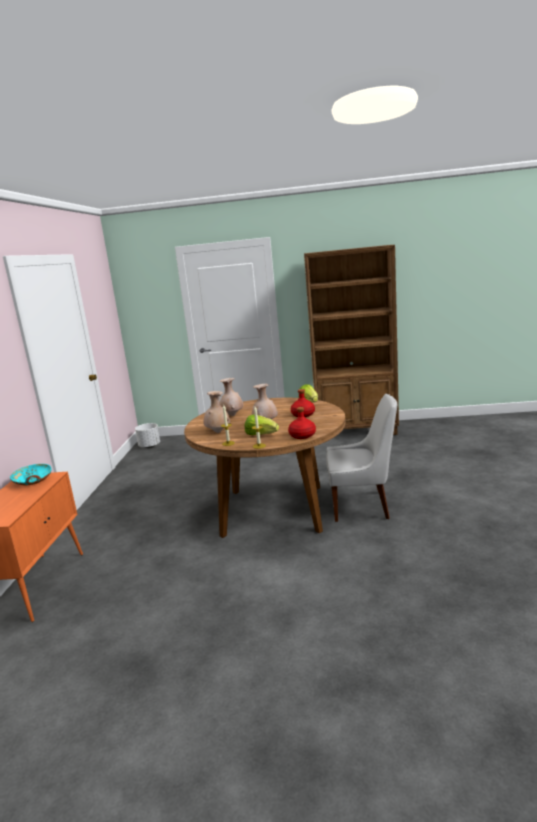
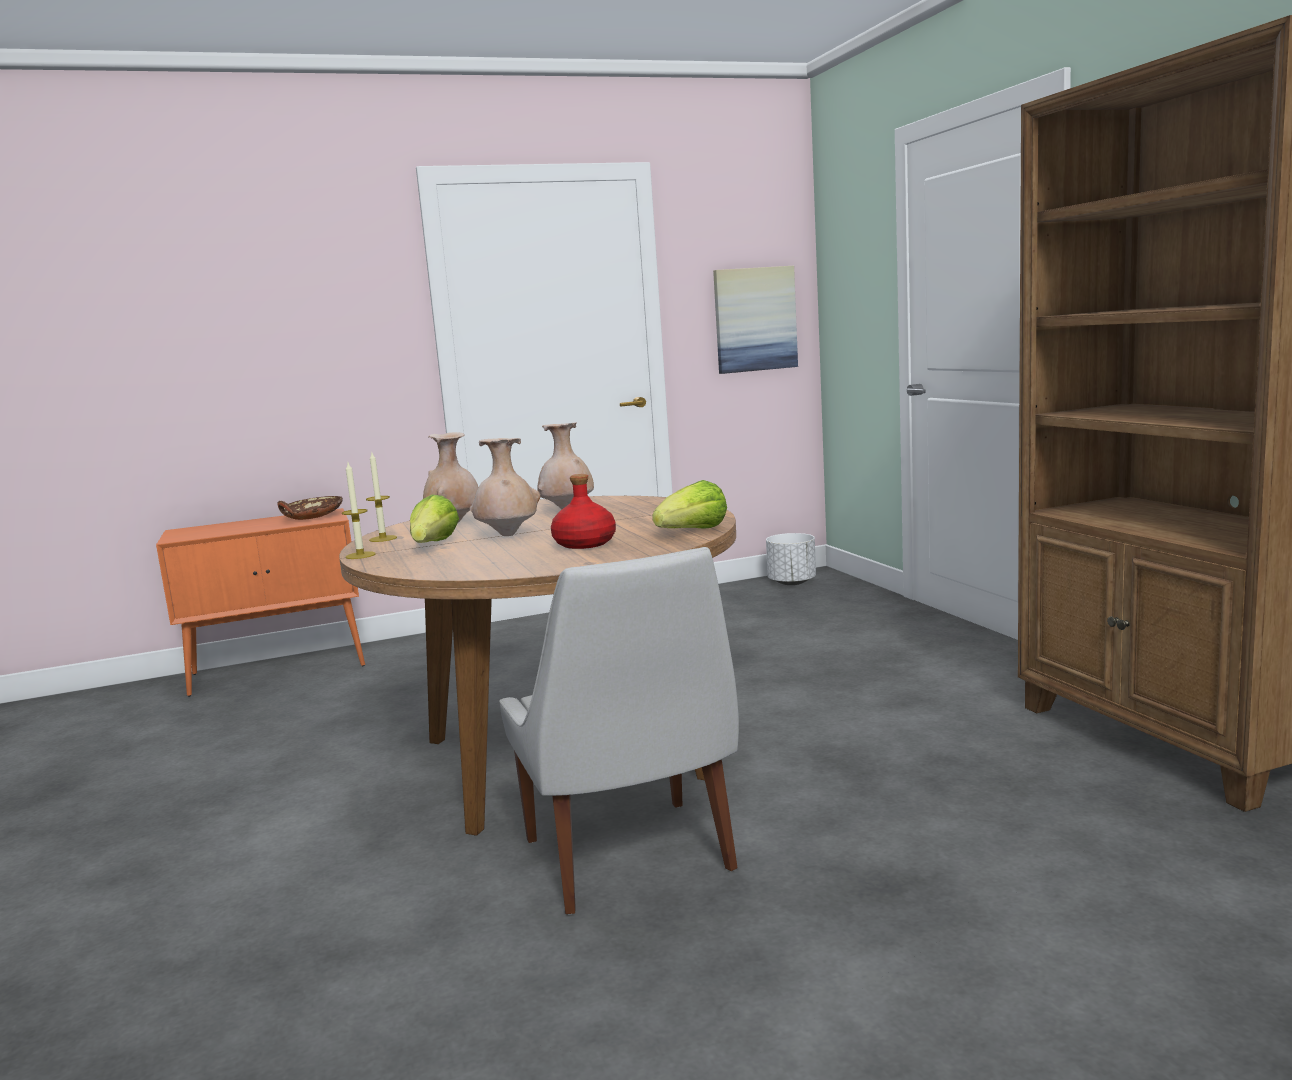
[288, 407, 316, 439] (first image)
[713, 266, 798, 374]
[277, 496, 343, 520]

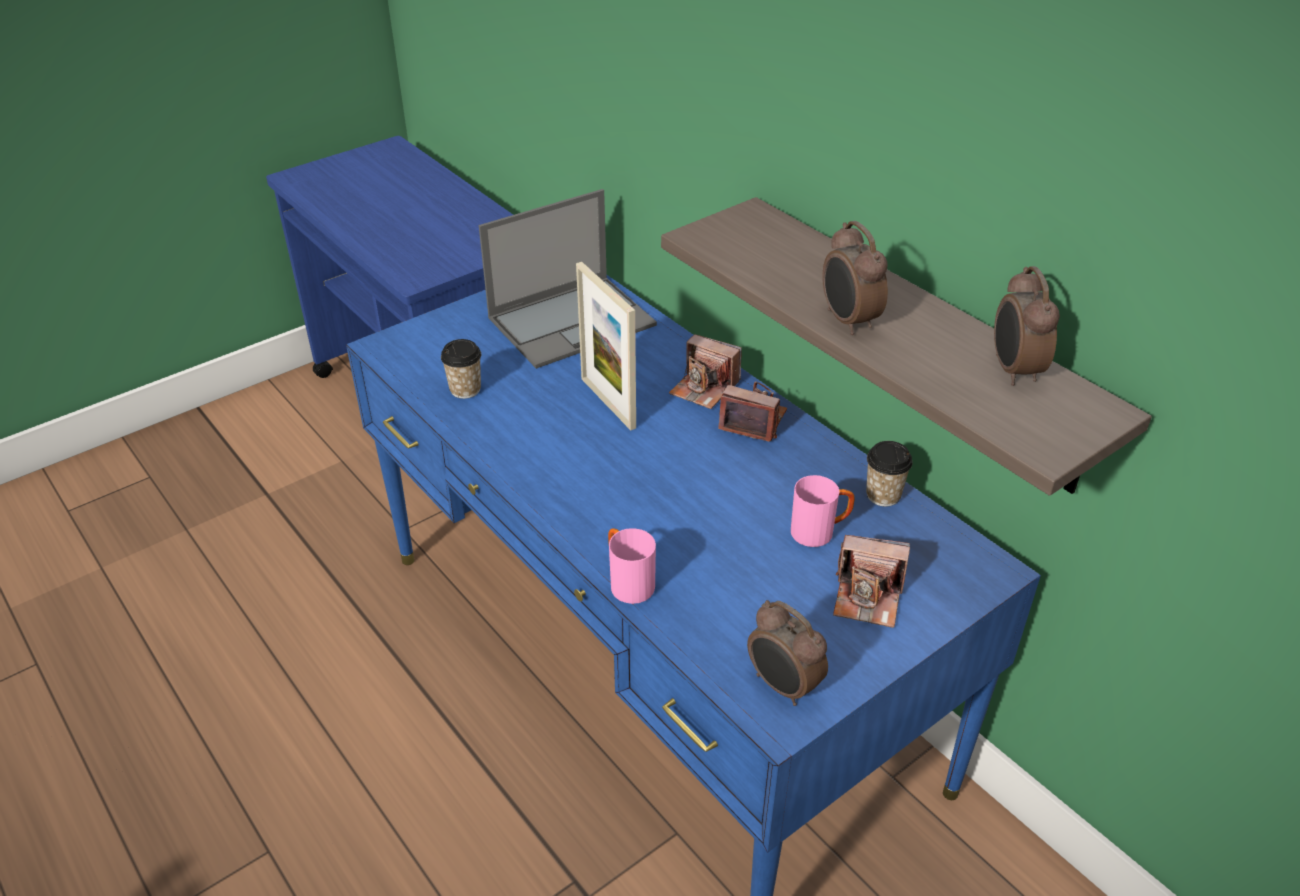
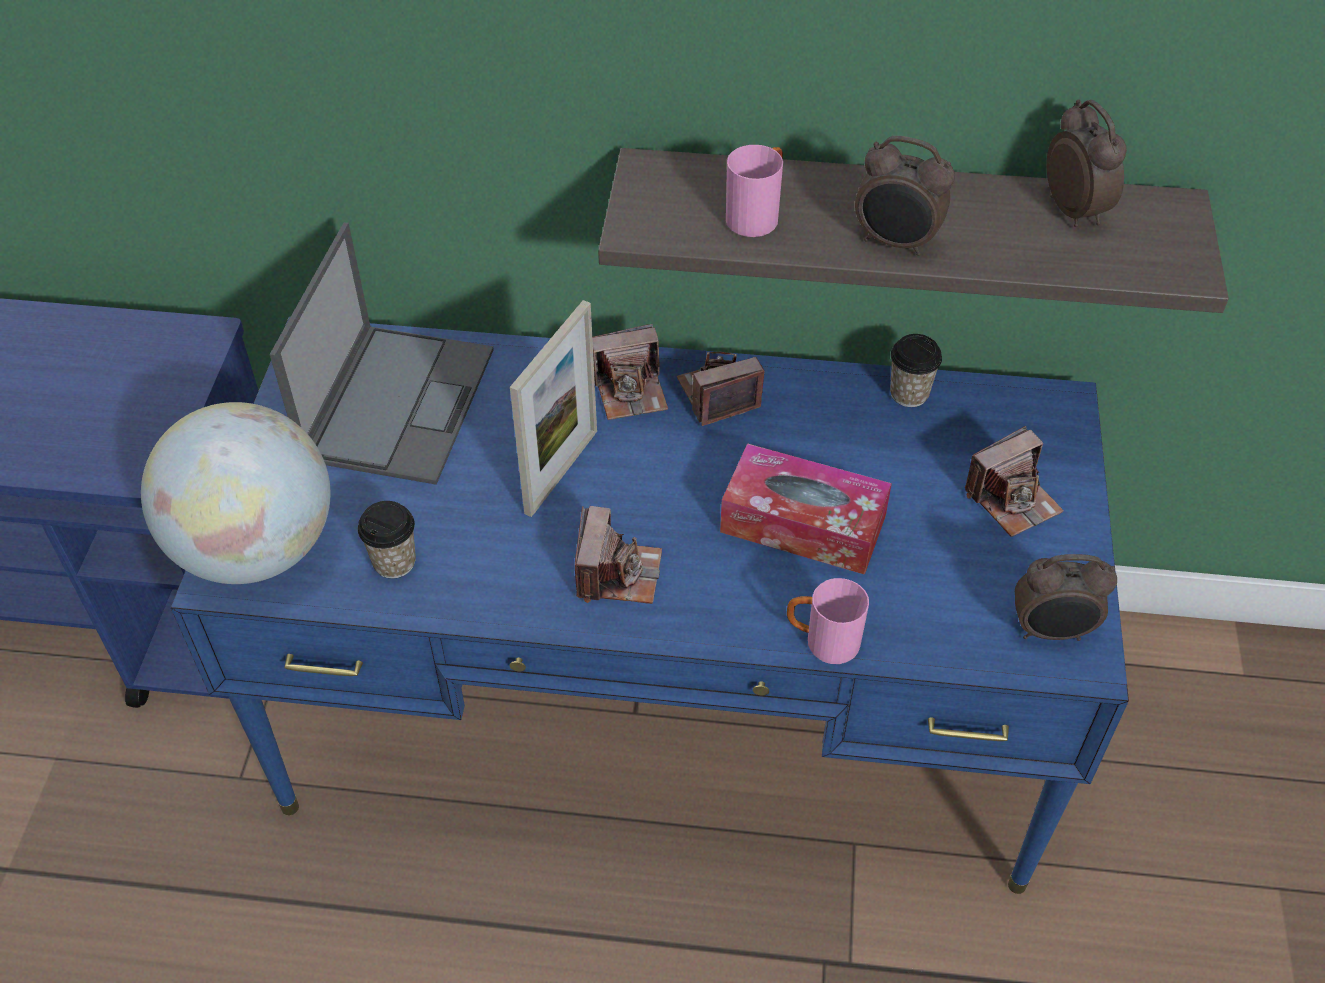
[141, 402, 331, 584]
[575, 506, 662, 604]
[720, 443, 892, 575]
[726, 145, 783, 237]
[510, 300, 597, 517]
[1046, 100, 1127, 227]

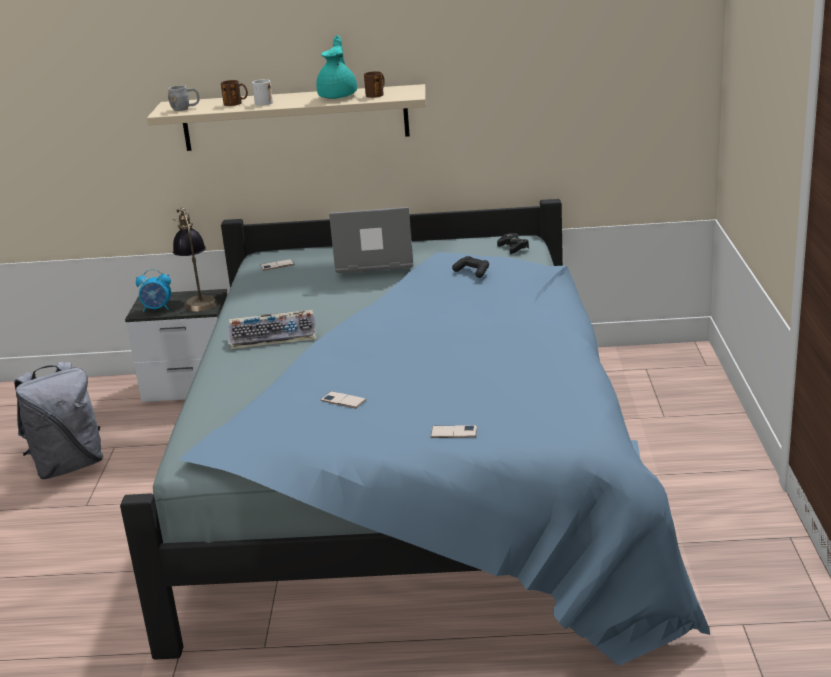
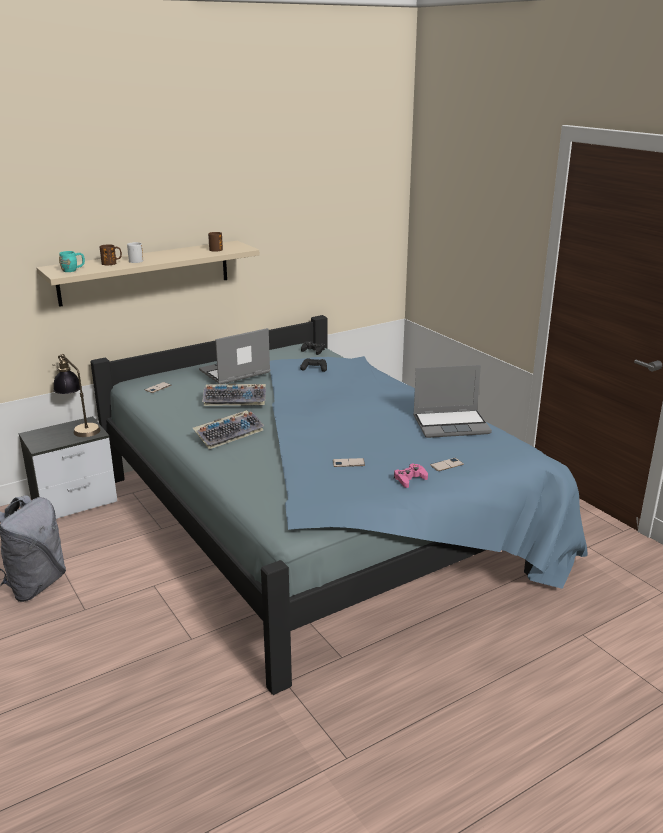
[136, 269, 171, 313] (first image)
[316, 35, 357, 99] (first image)
[202, 384, 266, 406]
[394, 463, 428, 488]
[413, 365, 492, 438]
[59, 251, 85, 272]

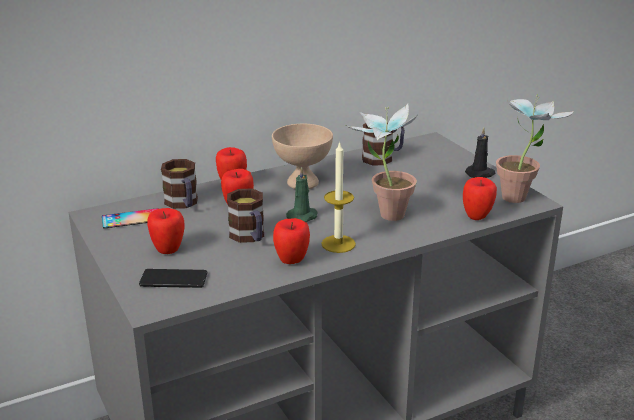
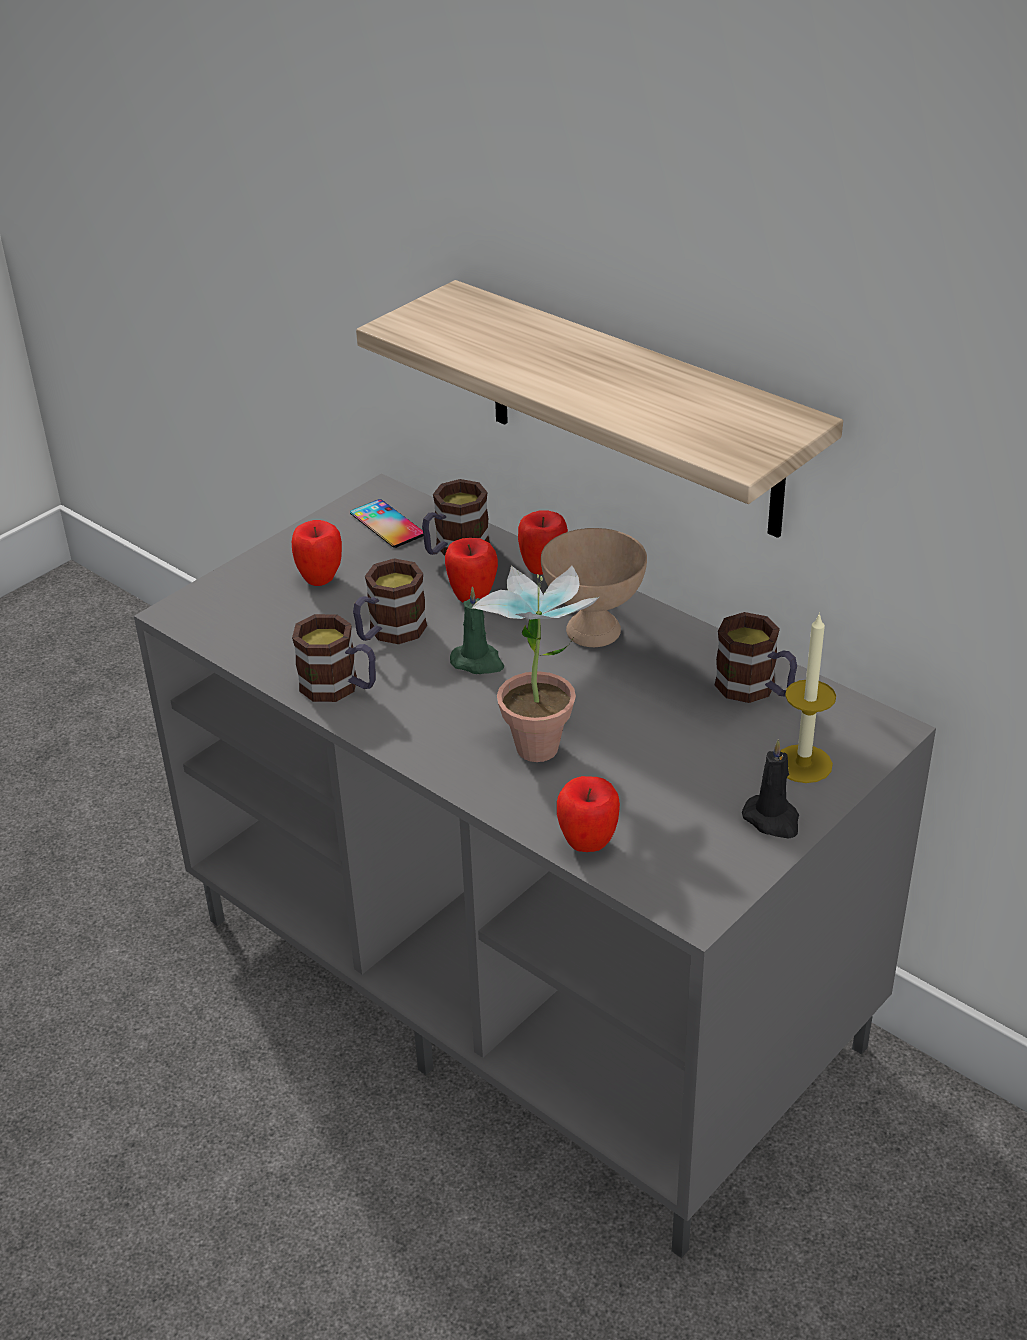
[139, 269, 207, 288] (first image)
[496, 94, 574, 203] (first image)
[356, 280, 843, 538]
[781, 612, 836, 783]
[292, 614, 376, 702]

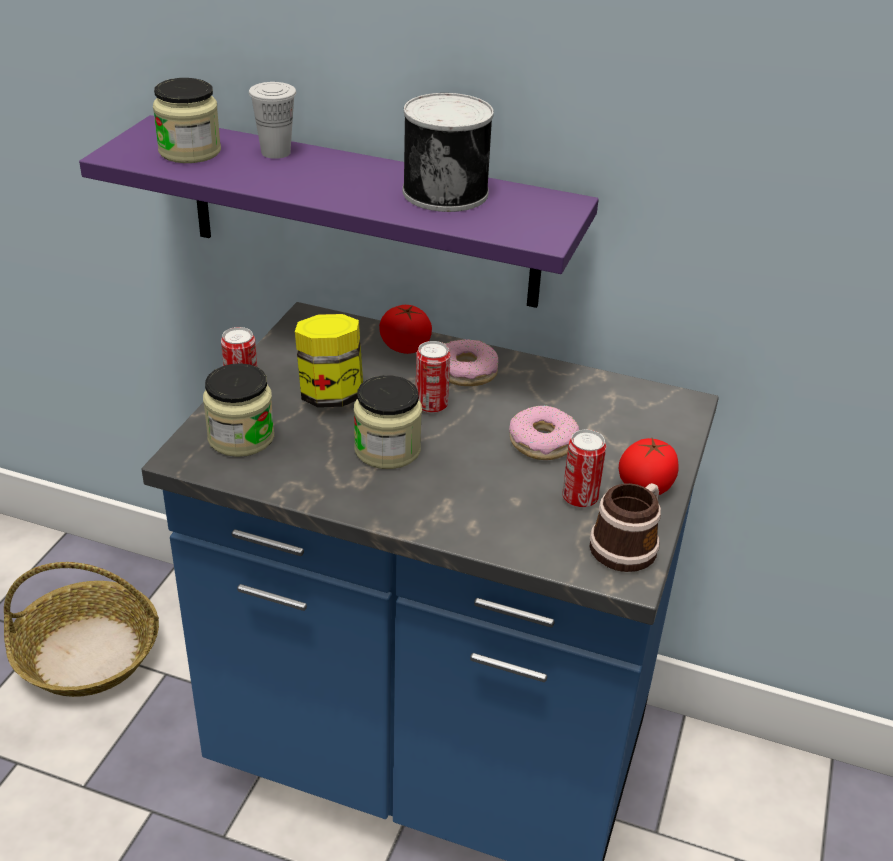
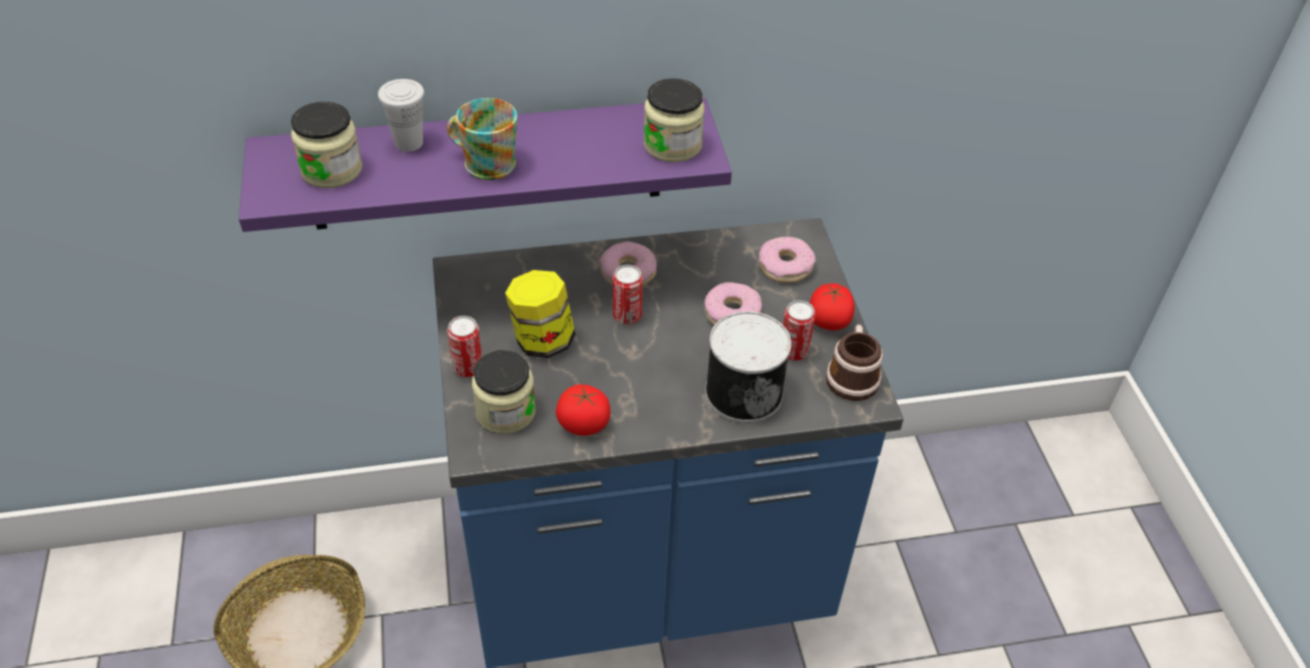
[447, 98, 517, 180]
[759, 237, 816, 283]
[644, 78, 705, 162]
[556, 384, 610, 436]
[705, 311, 791, 424]

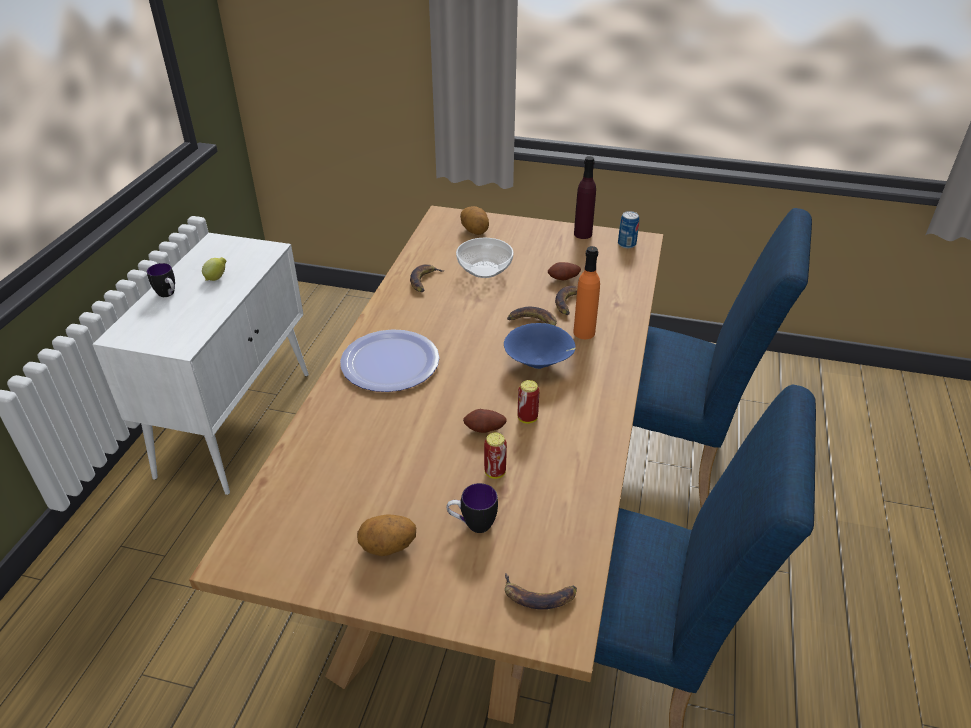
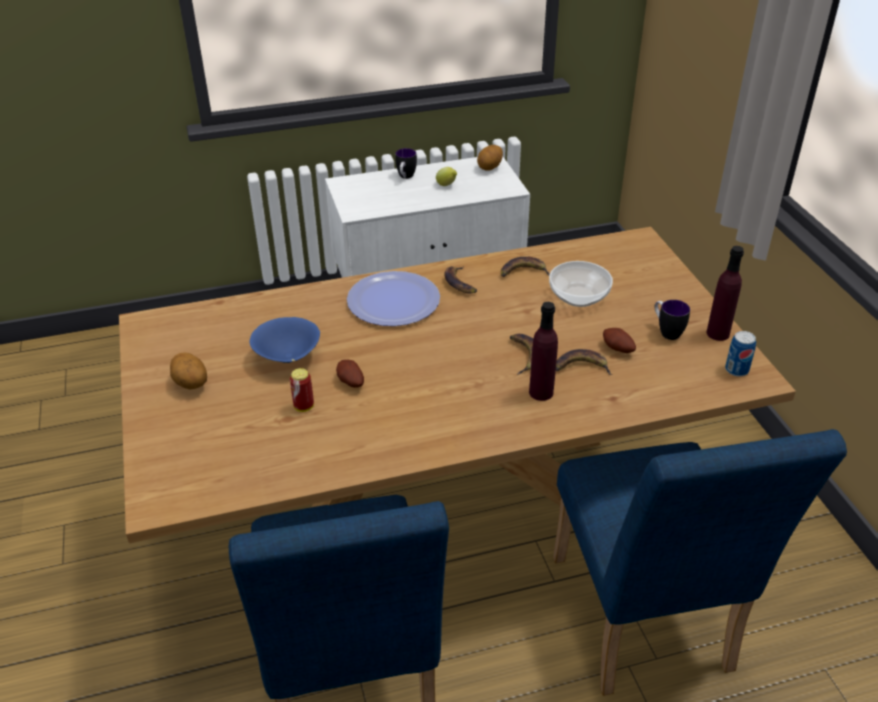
[518, 380, 540, 424] (first image)
[654, 300, 690, 340]
[477, 145, 503, 171]
[249, 317, 320, 363]
[445, 266, 477, 294]
[529, 302, 558, 401]

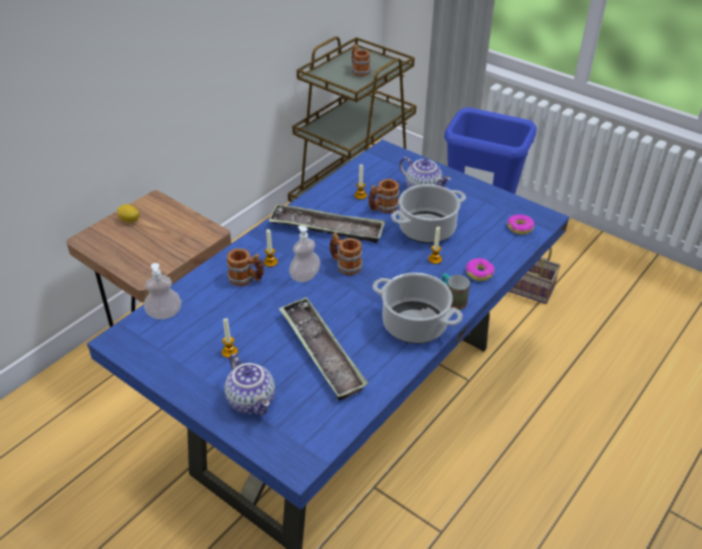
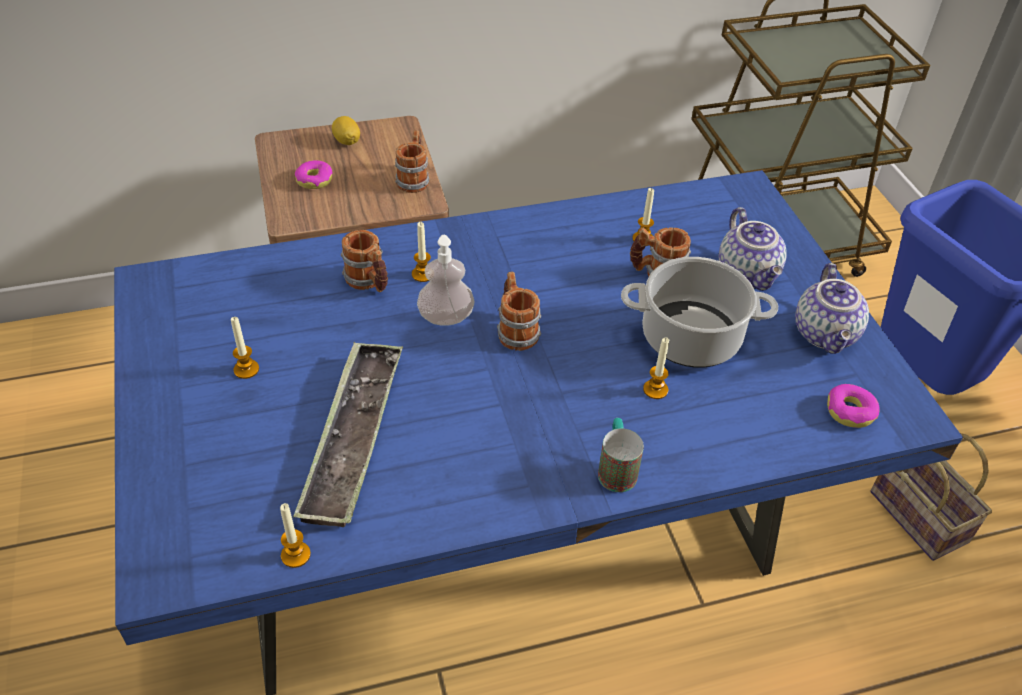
[144, 263, 181, 319] (first image)
[268, 204, 385, 243] (first image)
[373, 273, 463, 344] (first image)
[280, 503, 311, 568]
[795, 263, 869, 354]
[395, 130, 429, 193]
[295, 160, 333, 189]

